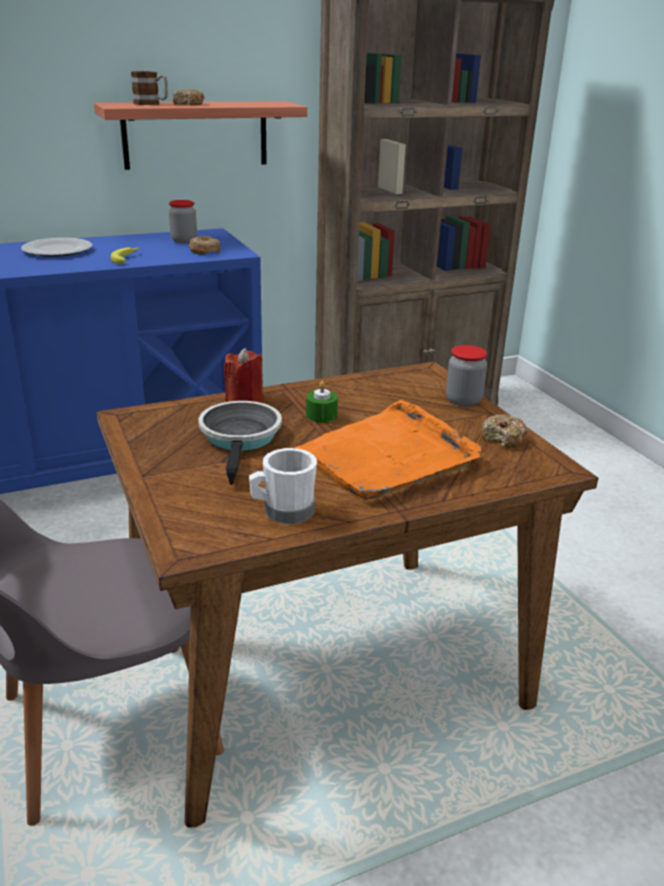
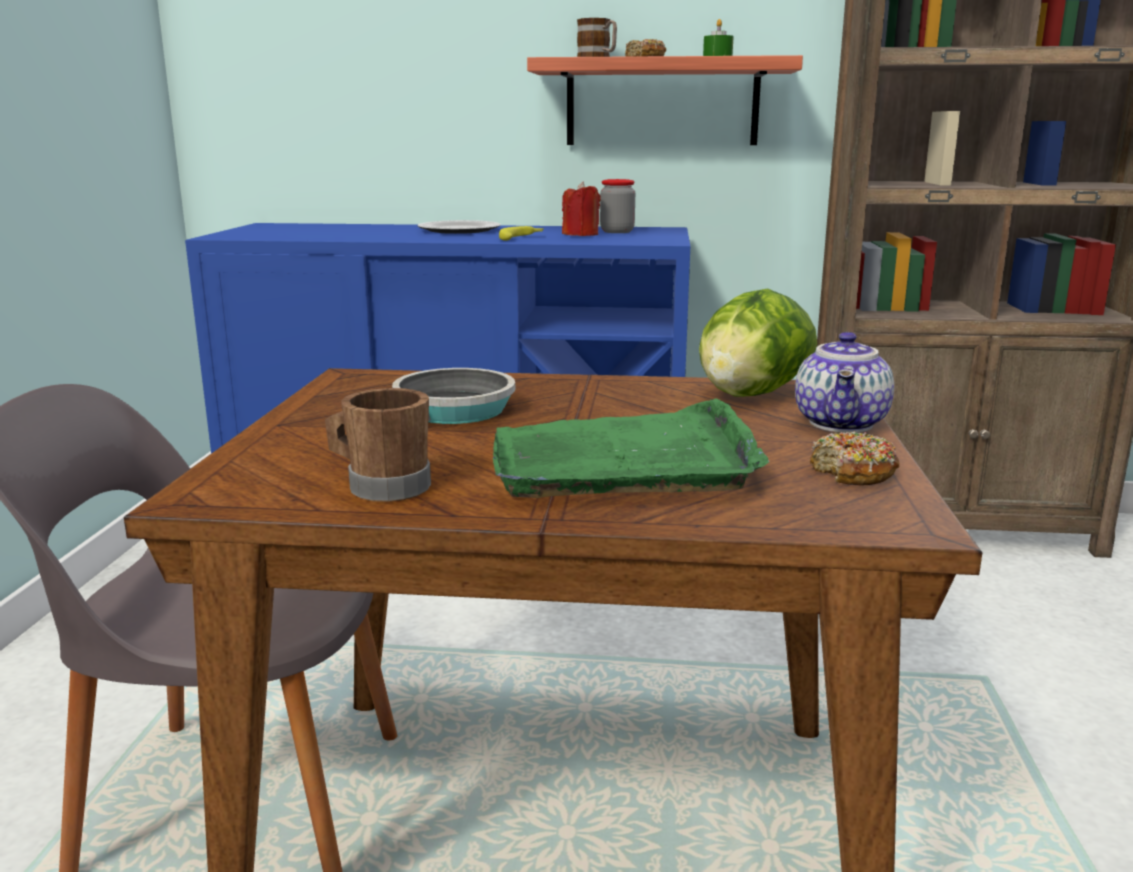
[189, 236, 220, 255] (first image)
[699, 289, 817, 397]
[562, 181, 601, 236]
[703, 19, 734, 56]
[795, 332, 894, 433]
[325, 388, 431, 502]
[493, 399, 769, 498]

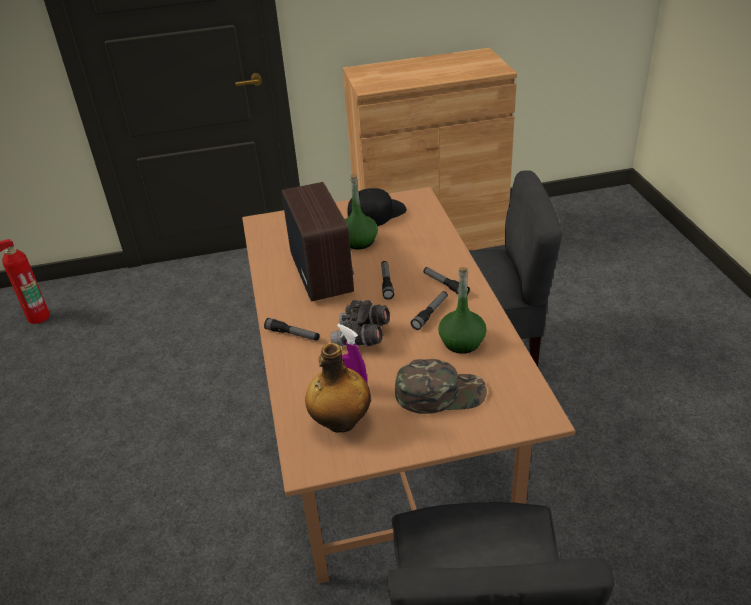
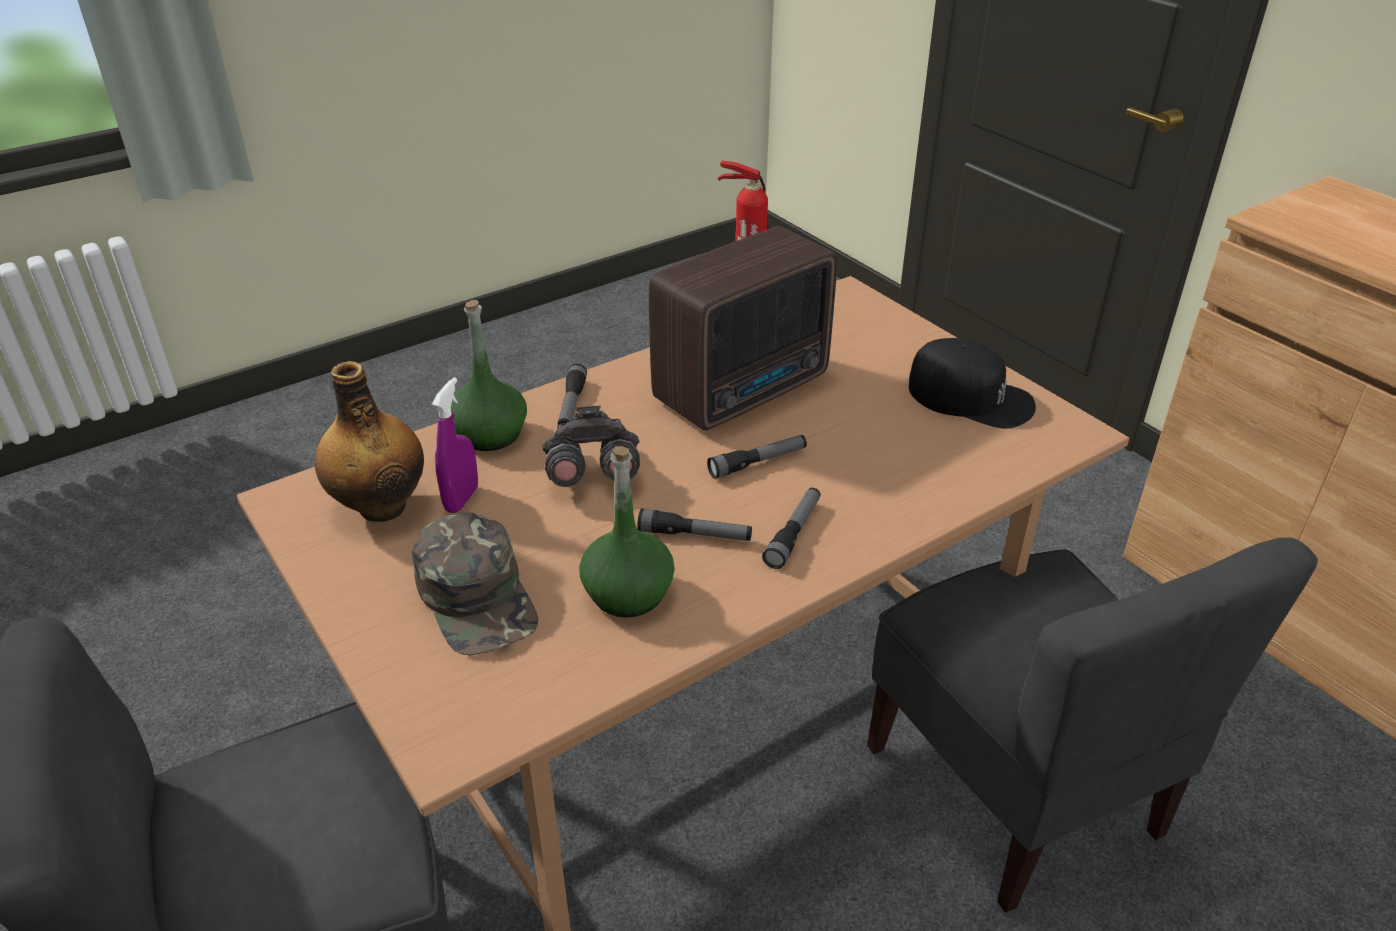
[450, 300, 527, 451]

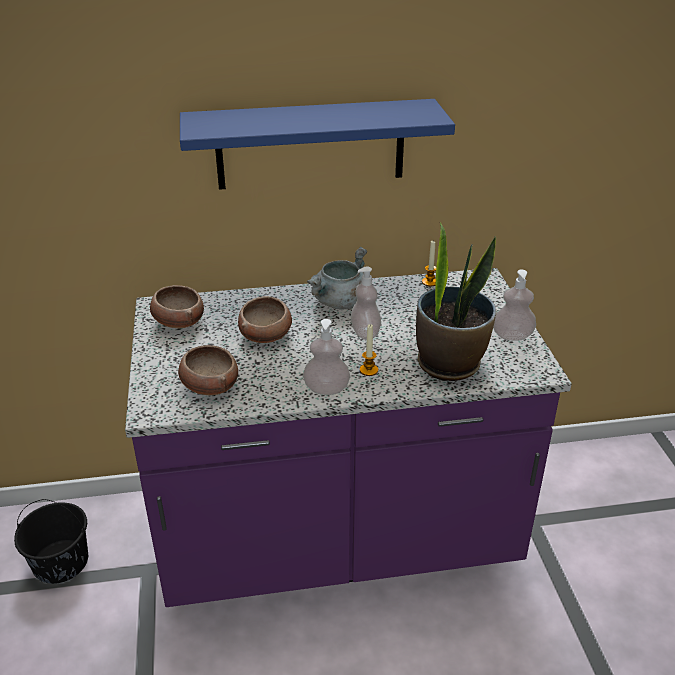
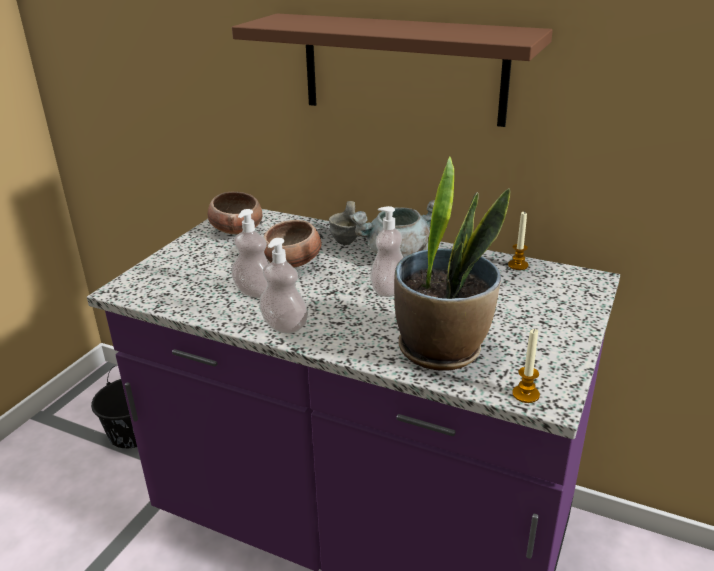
[178, 345, 238, 395] (first image)
[329, 201, 358, 245]
[512, 328, 540, 403]
[231, 209, 270, 298]
[232, 14, 553, 127]

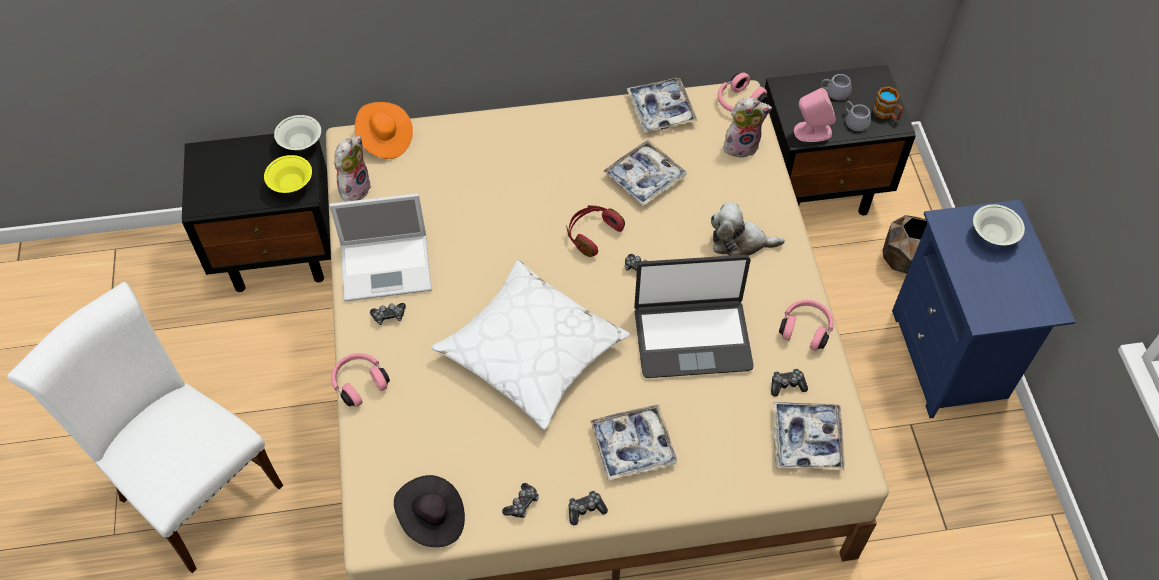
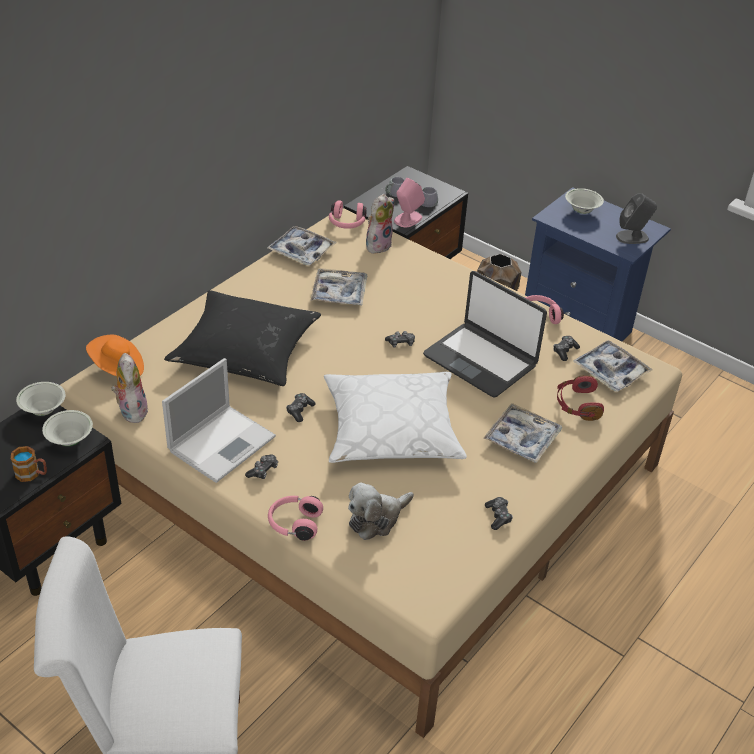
[394, 475, 465, 547] (first image)
[164, 290, 321, 386]
[616, 193, 657, 244]
[557, 375, 604, 421]
[286, 393, 316, 422]
[348, 482, 414, 540]
[11, 446, 47, 482]
[42, 410, 93, 446]
[423, 271, 547, 398]

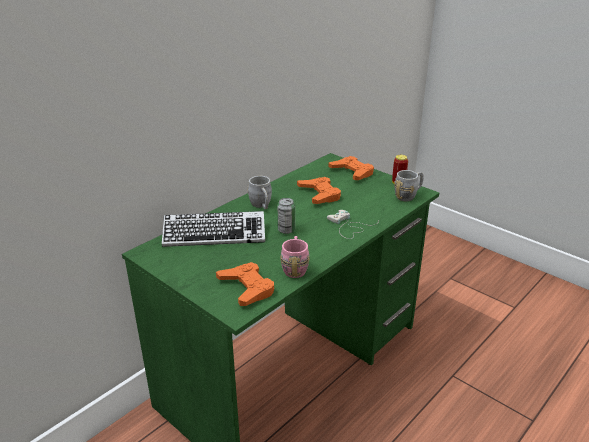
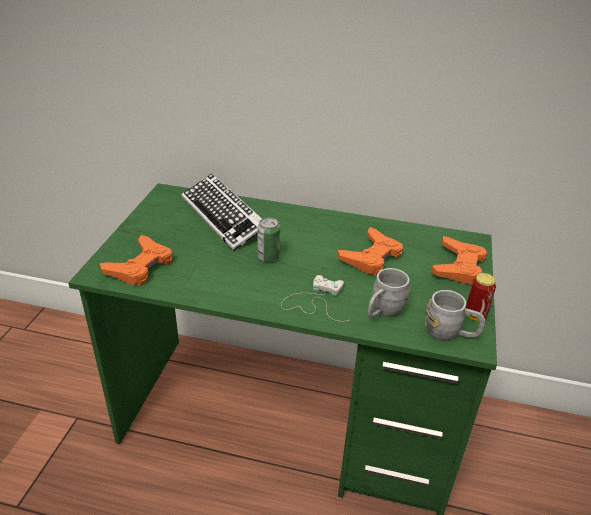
[280, 236, 310, 278] (first image)
[368, 268, 410, 318]

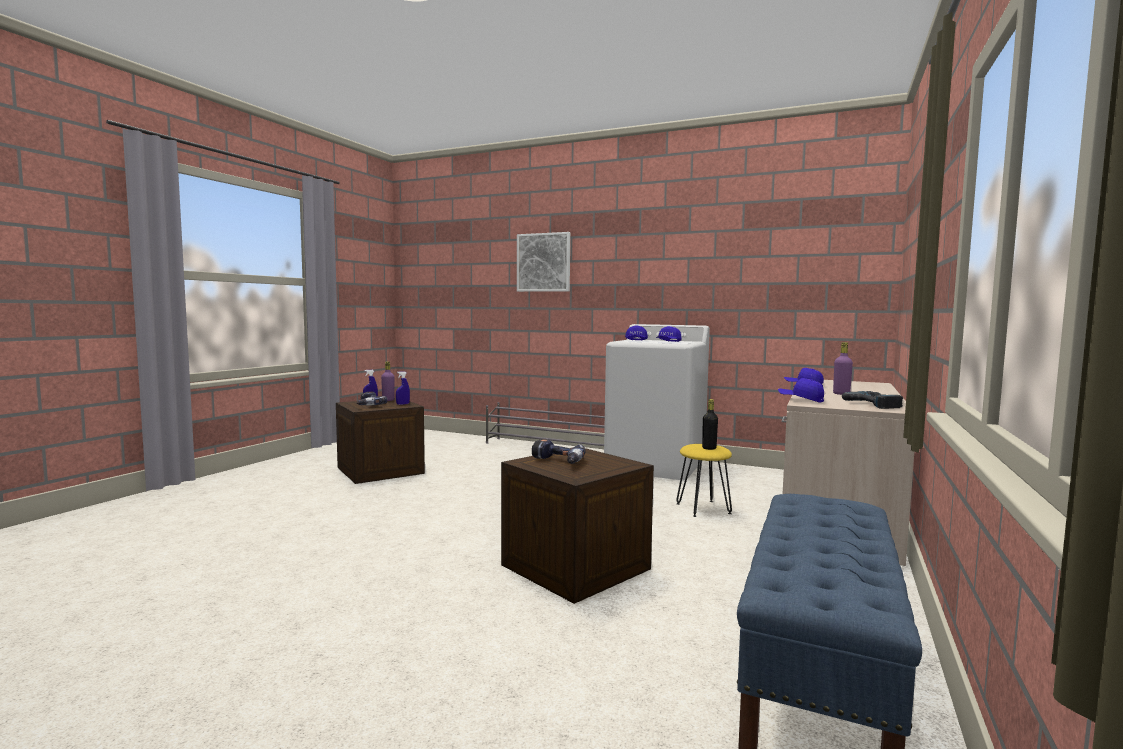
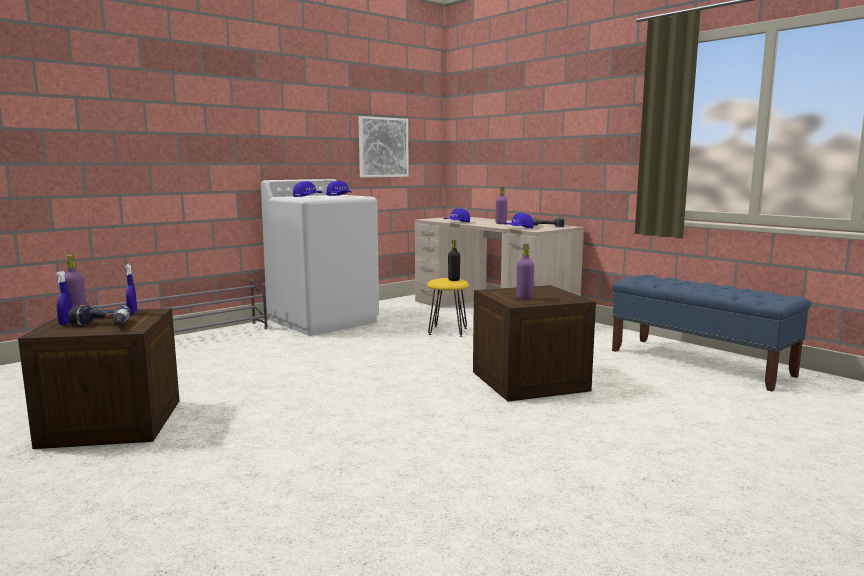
[358, 116, 409, 178]
[517, 244, 534, 300]

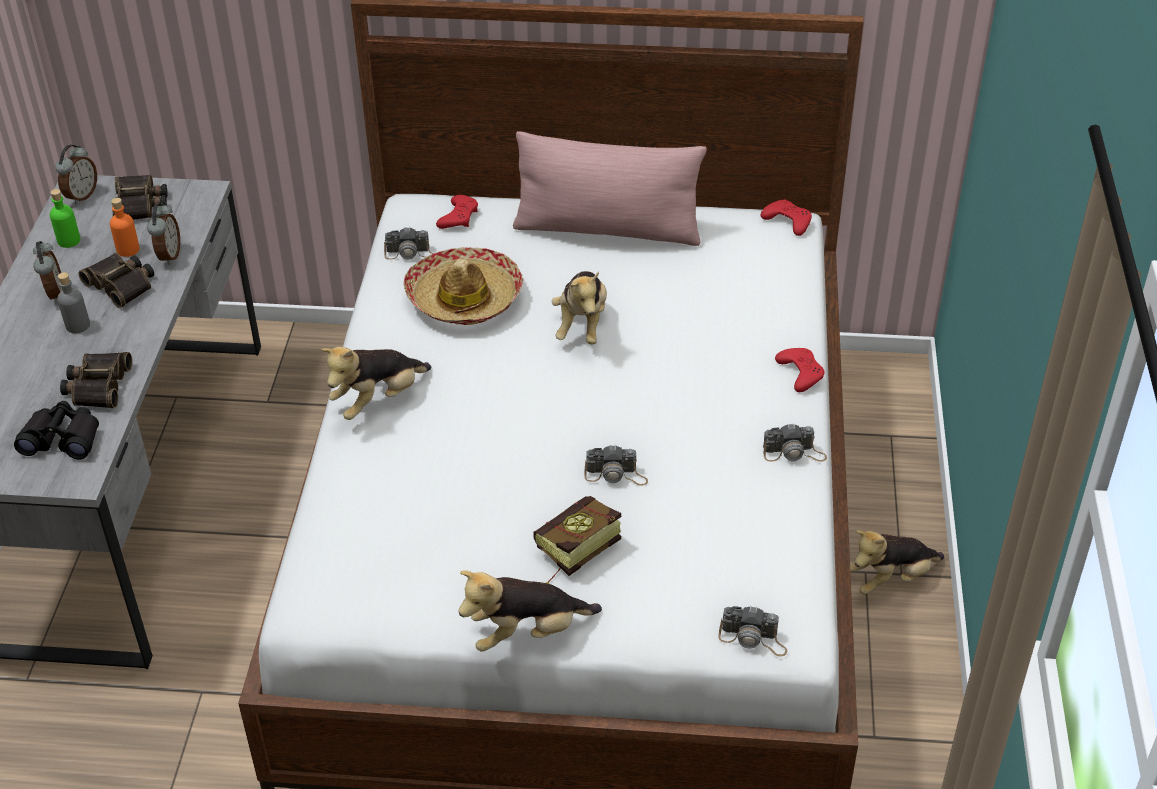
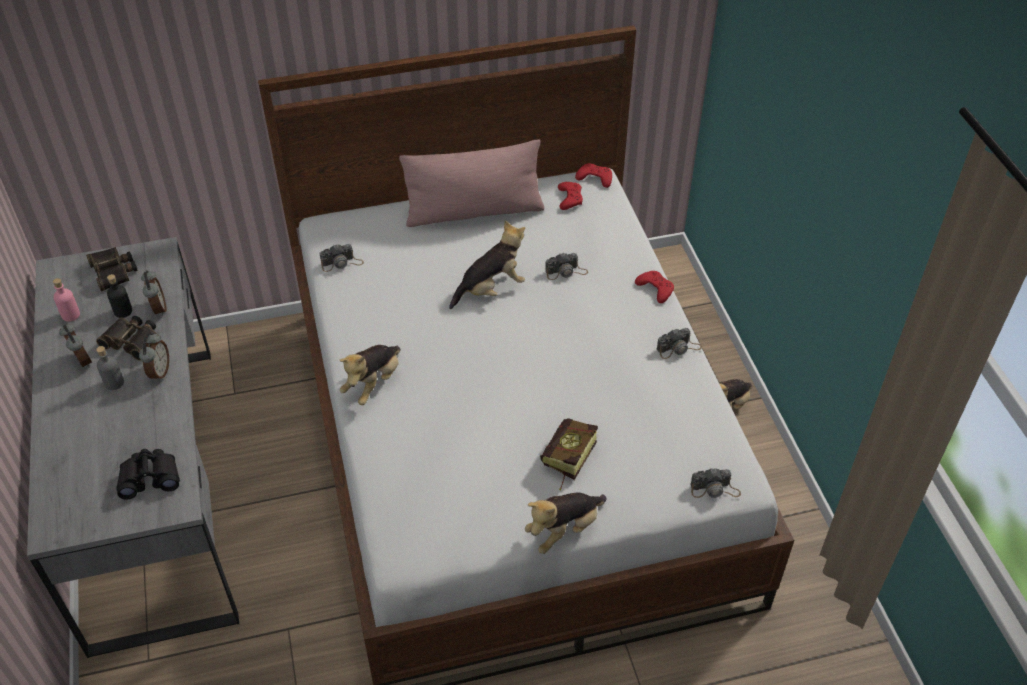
[60, 352, 132, 408] (first image)
[404, 247, 523, 325] (first image)
[139, 332, 169, 382]
[558, 182, 583, 210]
[545, 252, 588, 280]
[53, 278, 80, 322]
[107, 274, 132, 318]
[449, 220, 525, 309]

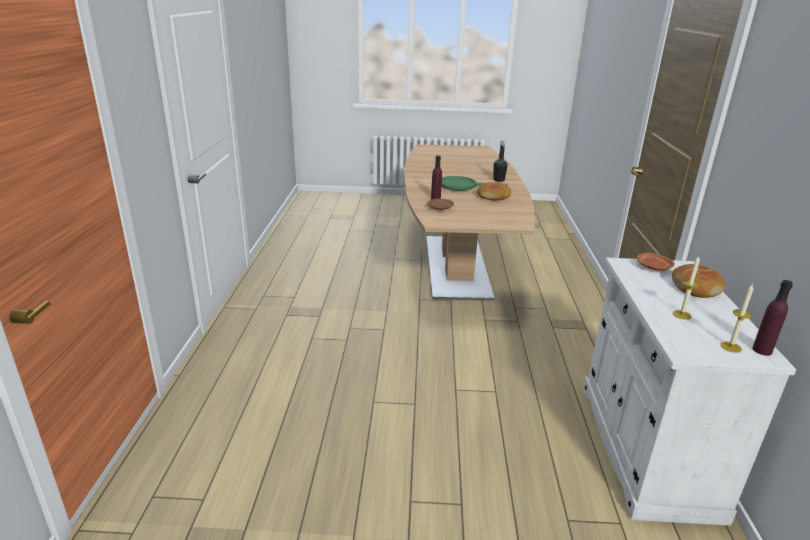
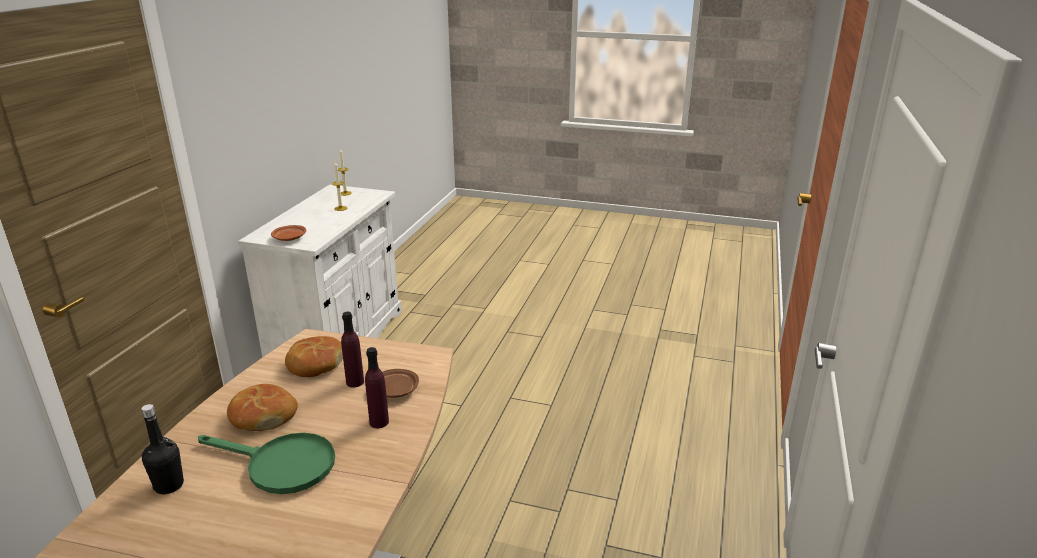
[285, 336, 343, 377]
[341, 312, 364, 387]

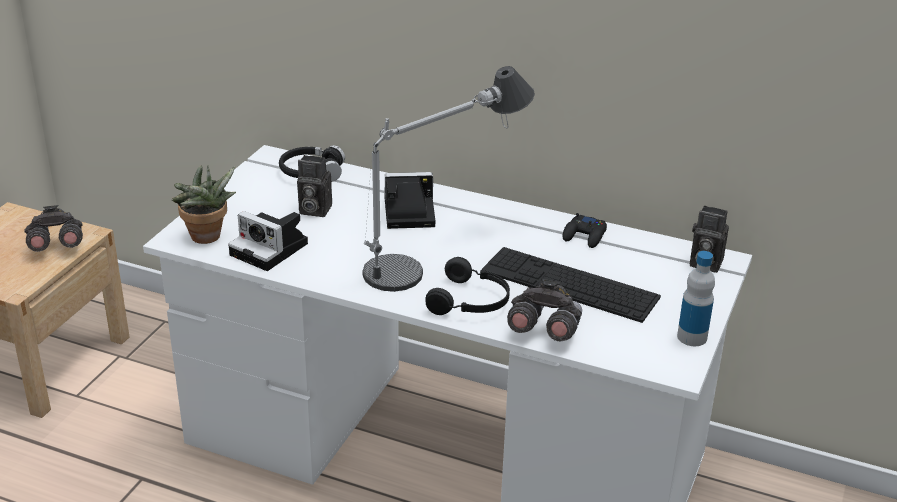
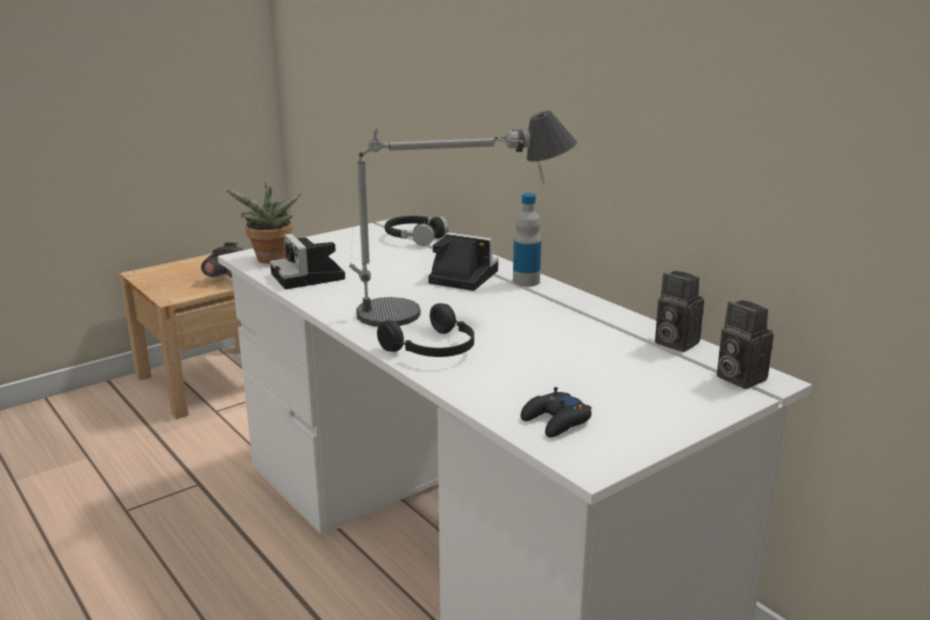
[482, 247, 661, 323] (first image)
[507, 279, 582, 341] (first image)
[655, 271, 704, 352]
[521, 387, 592, 438]
[513, 193, 541, 287]

